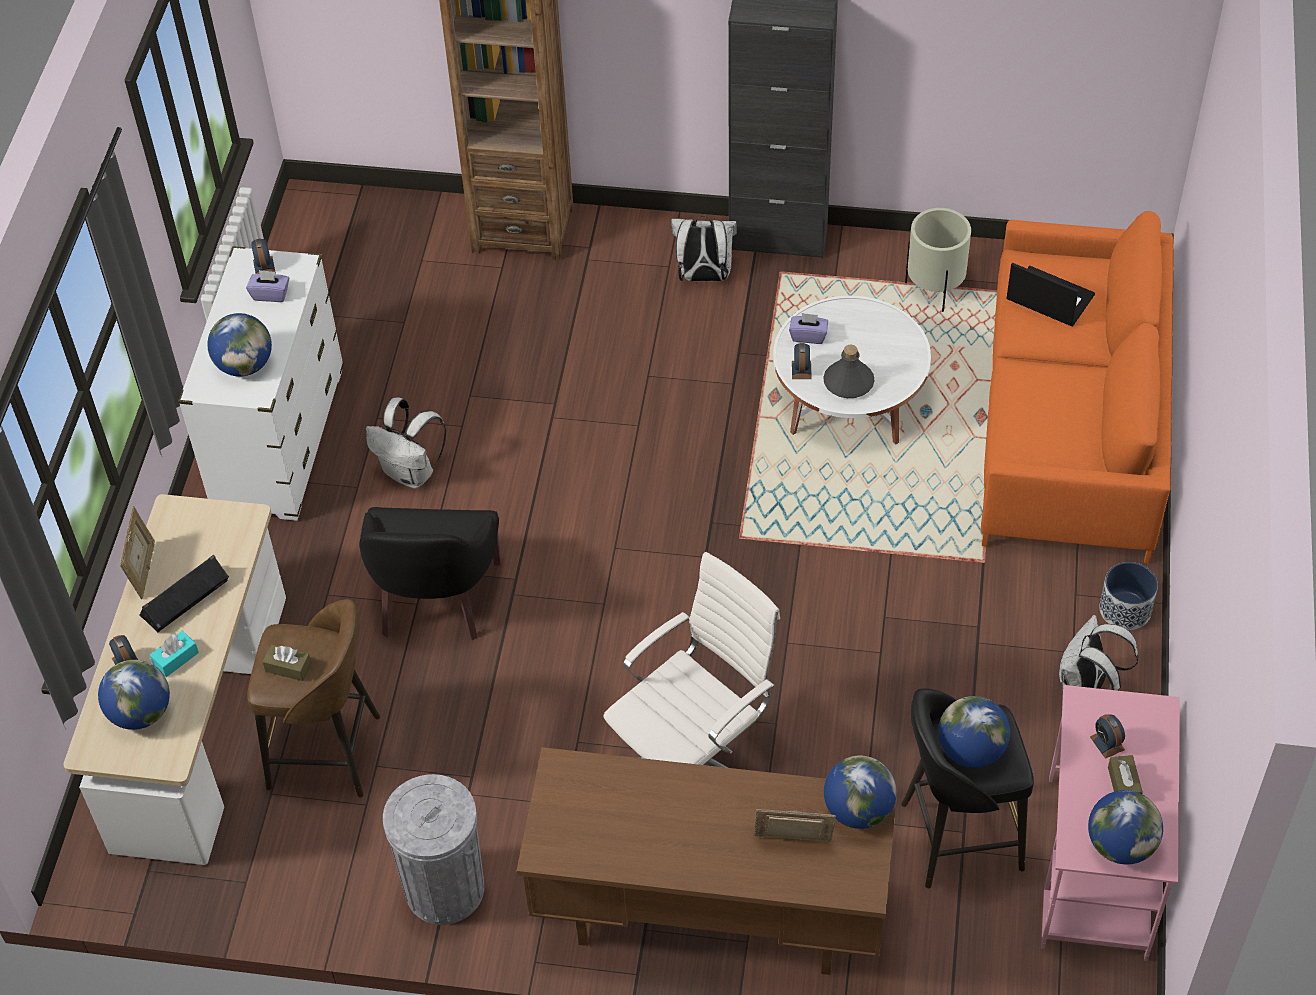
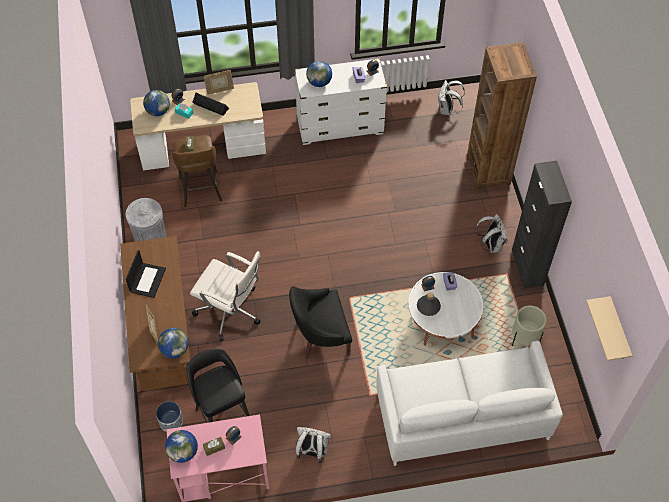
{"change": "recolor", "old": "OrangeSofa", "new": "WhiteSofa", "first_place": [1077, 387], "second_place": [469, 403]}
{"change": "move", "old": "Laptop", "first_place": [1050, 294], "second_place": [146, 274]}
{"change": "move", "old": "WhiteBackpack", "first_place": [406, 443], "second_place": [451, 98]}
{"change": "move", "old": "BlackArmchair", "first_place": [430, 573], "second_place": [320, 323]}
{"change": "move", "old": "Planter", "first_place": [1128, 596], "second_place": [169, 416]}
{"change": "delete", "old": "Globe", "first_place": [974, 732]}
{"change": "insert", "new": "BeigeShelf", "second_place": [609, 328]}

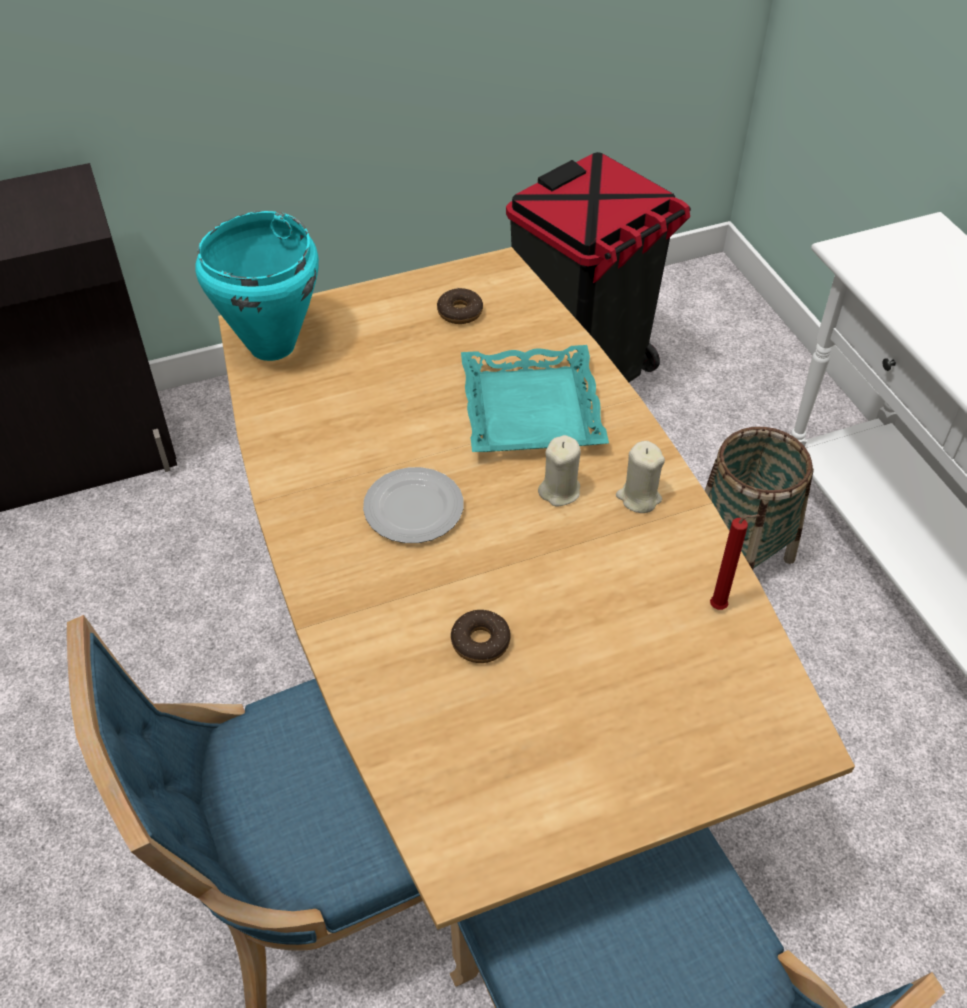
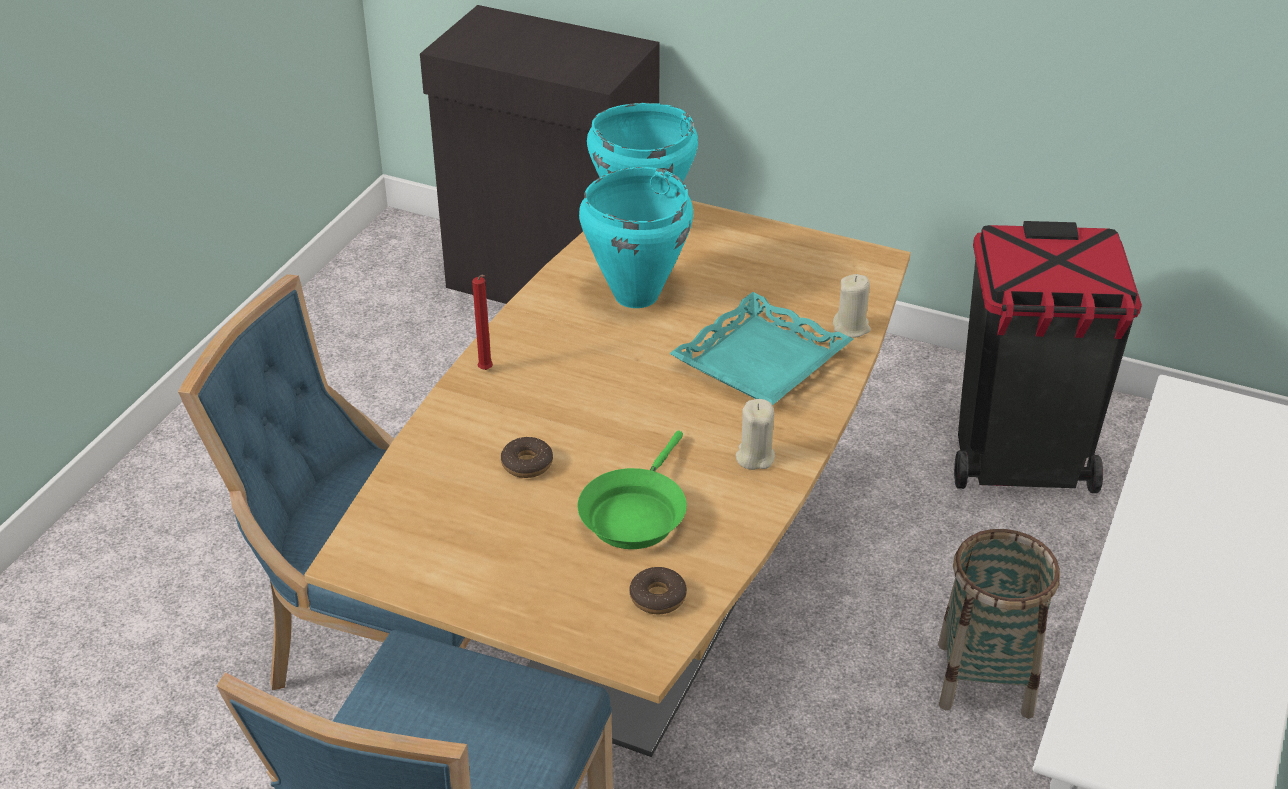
{"change": "move", "old": "Donut", "first_place": [460, 306], "second_place": [658, 590]}
{"change": "move", "old": "BeigeCandle", "first_place": [559, 470], "second_place": [852, 306]}
{"change": "delete", "old": "Plate", "first_place": [413, 505]}
{"change": "move", "old": "RedCandle", "first_place": [735, 562], "second_place": [482, 322]}
{"change": "insert", "new": "TurquoiseCookingPot", "second_place": [636, 237]}
{"change": "insert", "new": "GreenFryingPan", "second_place": [632, 490]}

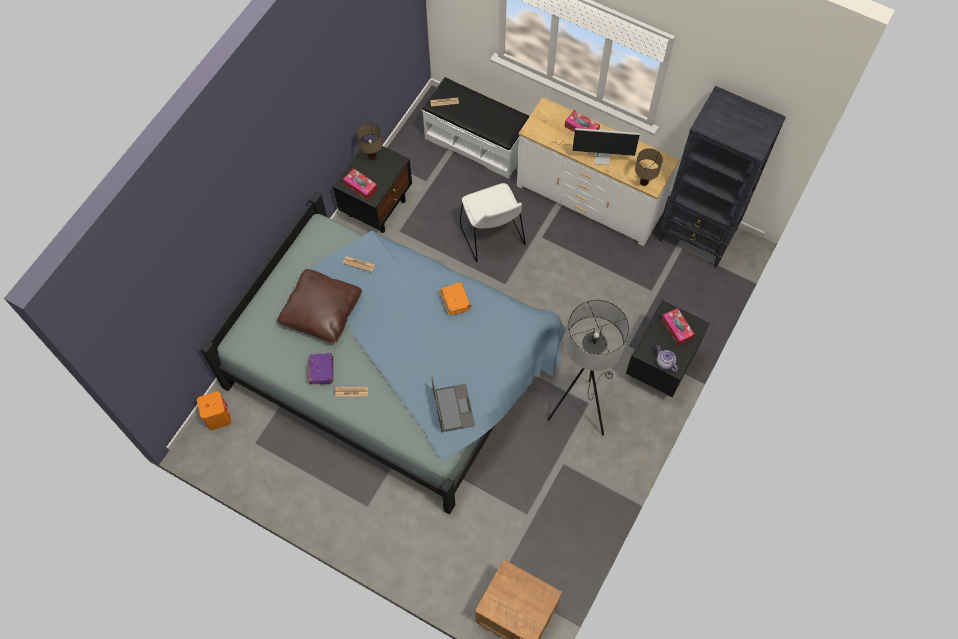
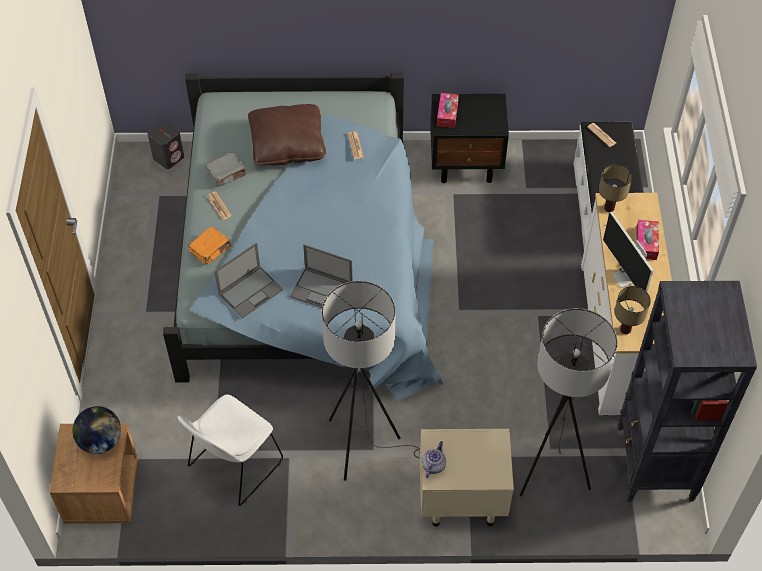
{"change": "move", "old": "TableLamp", "first_place": [369, 142], "second_place": [615, 188]}
{"change": "move", "old": "WhiteChair", "first_place": [493, 222], "second_place": [230, 450]}
{"change": "move", "old": "OrangeBook", "first_place": [455, 299], "second_place": [209, 245]}
{"change": "recolor", "old": "BlackNightstand", "new": "BeigeNightstand", "first_place": [668, 348], "second_place": [467, 477]}
{"change": "delete", "old": "TissueBox", "first_place": [677, 327]}
{"change": "recolor", "old": "PurpleBook", "new": "GreyBook", "first_place": [320, 369], "second_place": [225, 170]}
{"change": "recolor", "old": "OrangeSpeaker", "new": "GreySpeaker", "first_place": [214, 410], "second_place": [165, 145]}
{"change": "insert", "new": "Laptop", "second_place": [321, 276]}
{"change": "insert", "new": "GreyFloorLamp", "second_place": [569, 402]}
{"change": "insert", "new": "Globe", "second_place": [96, 430]}

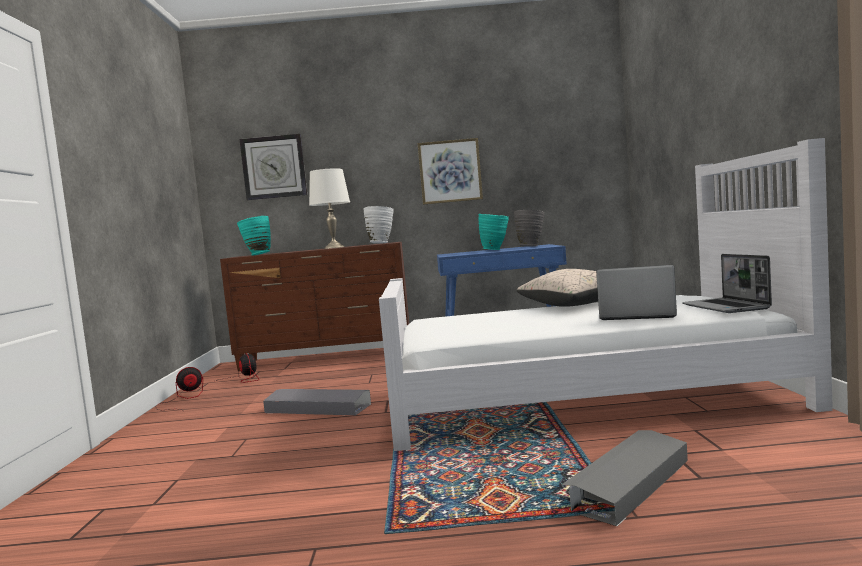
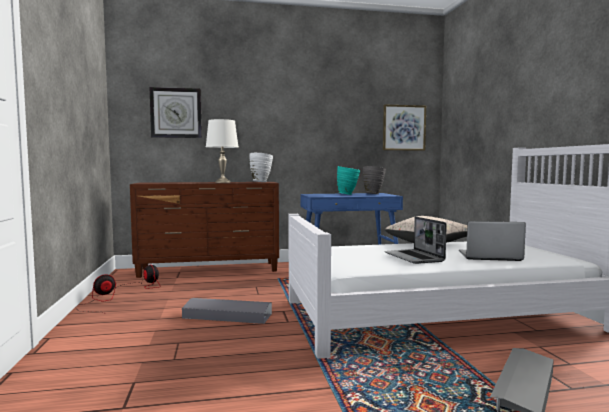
{"change": "move", "old": "Picture", "first_place": [450, 171], "second_place": [404, 127]}
{"change": "delete", "old": "TurquoiseVase", "first_place": [254, 235]}
{"change": "move", "old": "Laptop", "first_place": [727, 283], "second_place": [415, 240]}

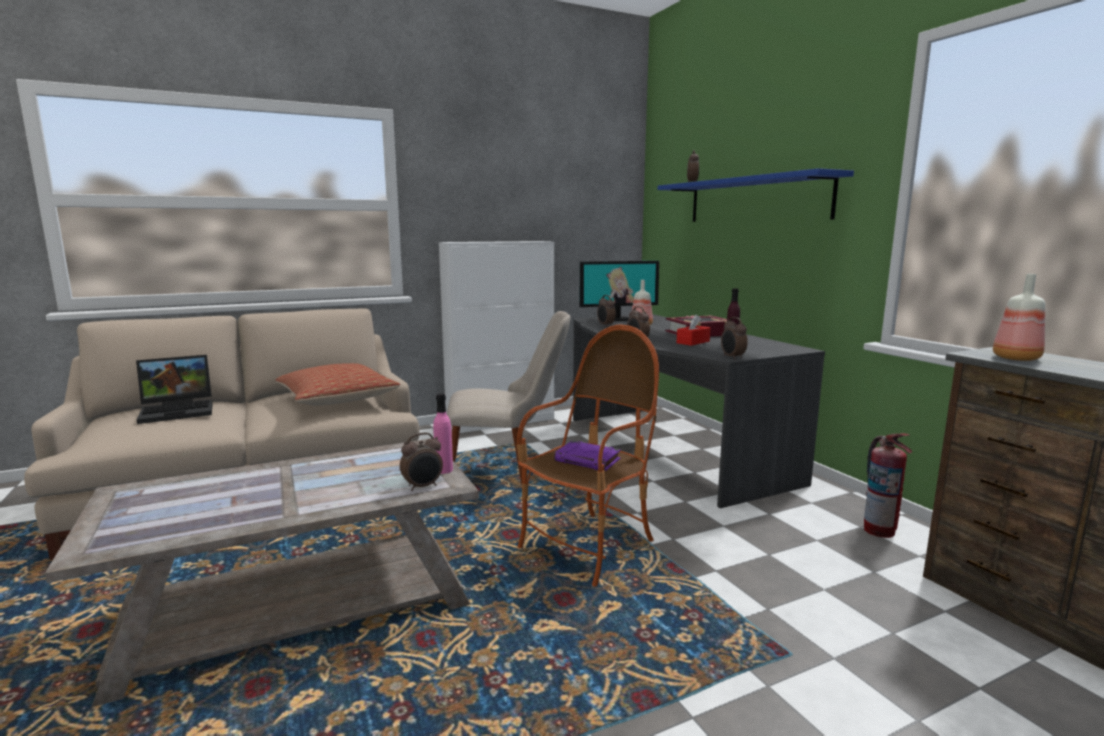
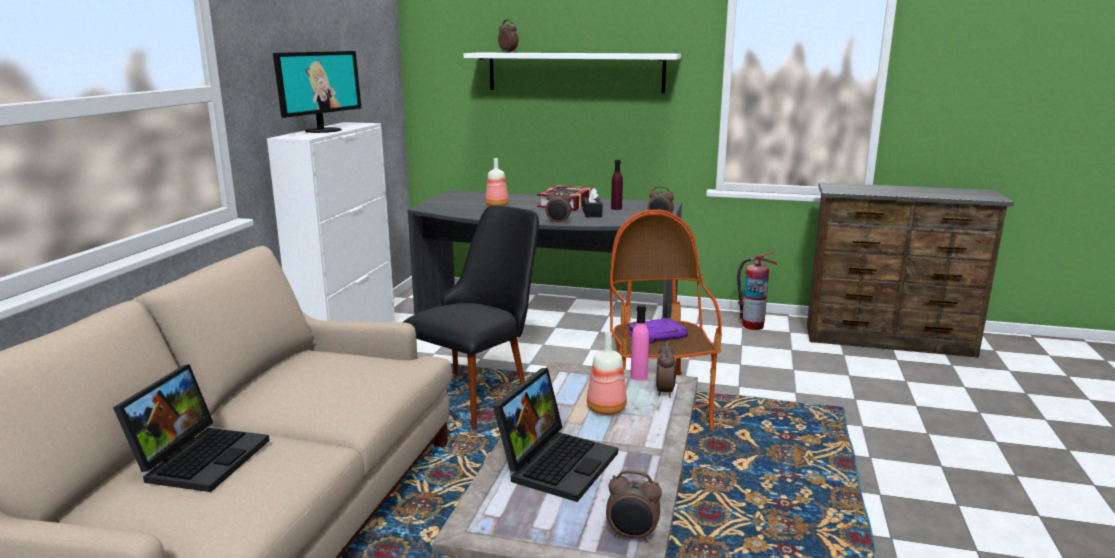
{"change": "recolor", "old": "BlueShelf", "new": "WhiteShelf", "first_place": [756, 195], "second_place": [572, 73]}
{"change": "move", "old": "Monitor", "first_place": [619, 291], "second_place": [317, 92]}
{"change": "move", "old": "Bottle", "first_place": [1019, 317], "second_place": [607, 373]}
{"change": "move", "old": "AlarmClock", "first_place": [606, 311], "second_place": [634, 506]}
{"change": "recolor", "old": "BeigeChair", "new": "BlackChair", "first_place": [509, 398], "second_place": [471, 317]}
{"change": "recolor", "old": "RedTissueBox", "new": "BlackTissueBox", "first_place": [694, 330], "second_place": [593, 202]}
{"change": "delete", "old": "Pillow", "first_place": [337, 384]}
{"change": "insert", "new": "Laptop", "second_place": [555, 435]}

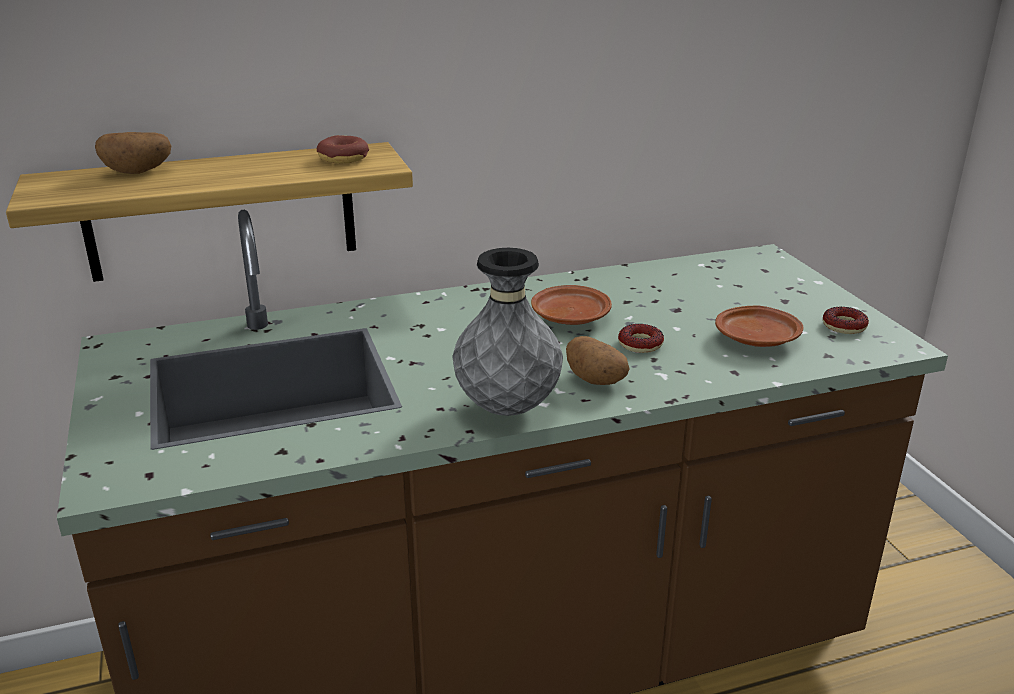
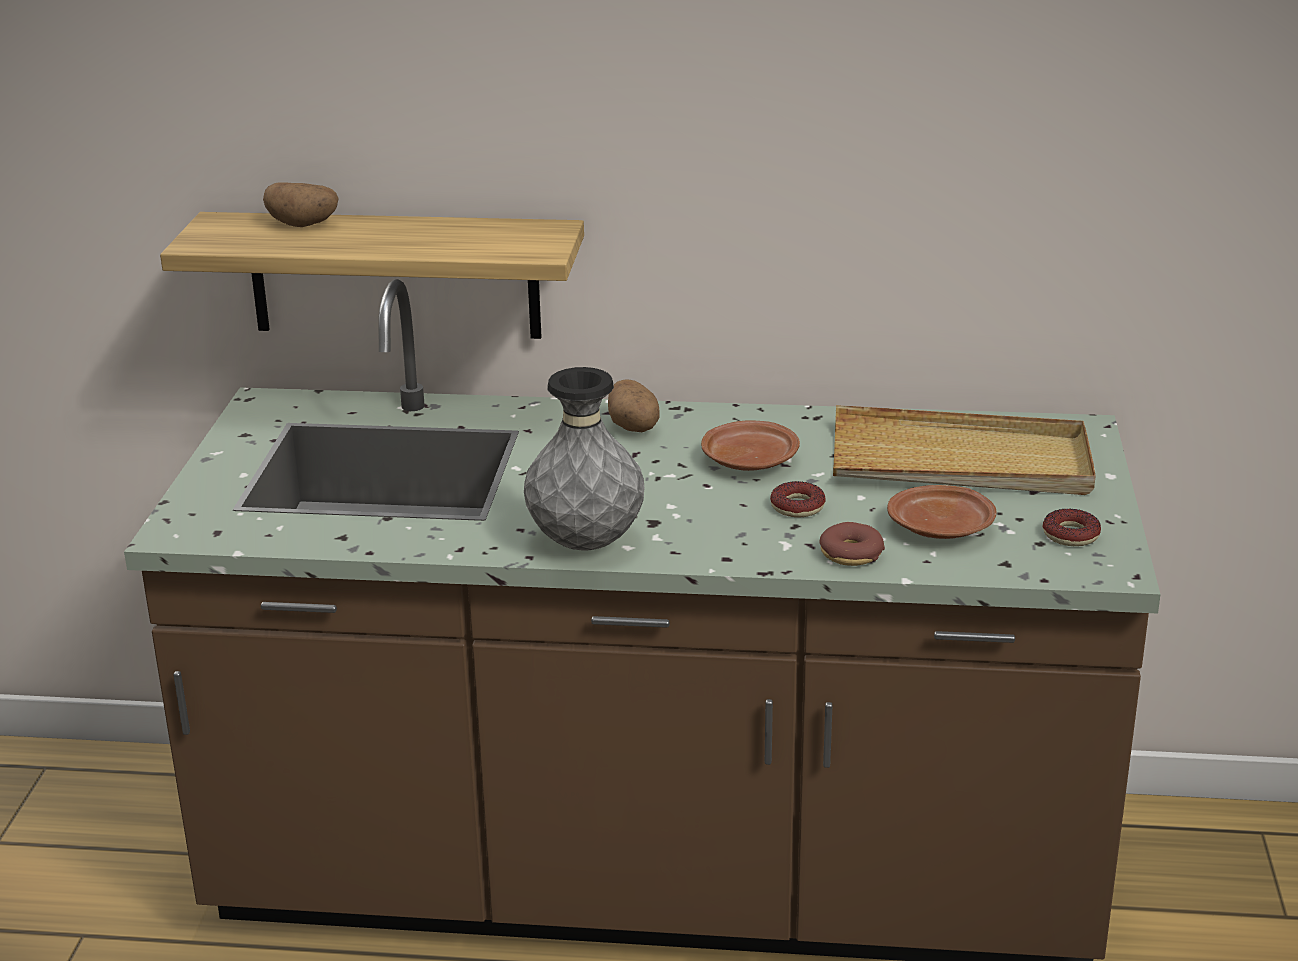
{"change": "move", "old": "Donut", "first_place": [343, 149], "second_place": [852, 544]}
{"change": "move", "old": "Potato", "first_place": [598, 360], "second_place": [633, 406]}
{"change": "insert", "new": "BeigeTray", "second_place": [964, 450]}

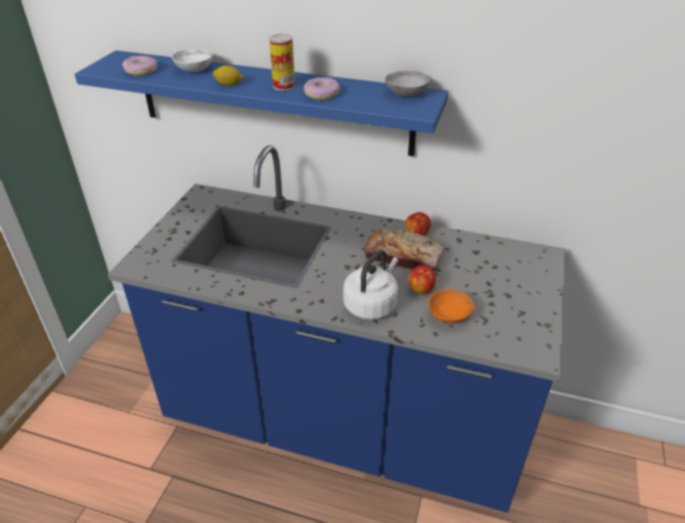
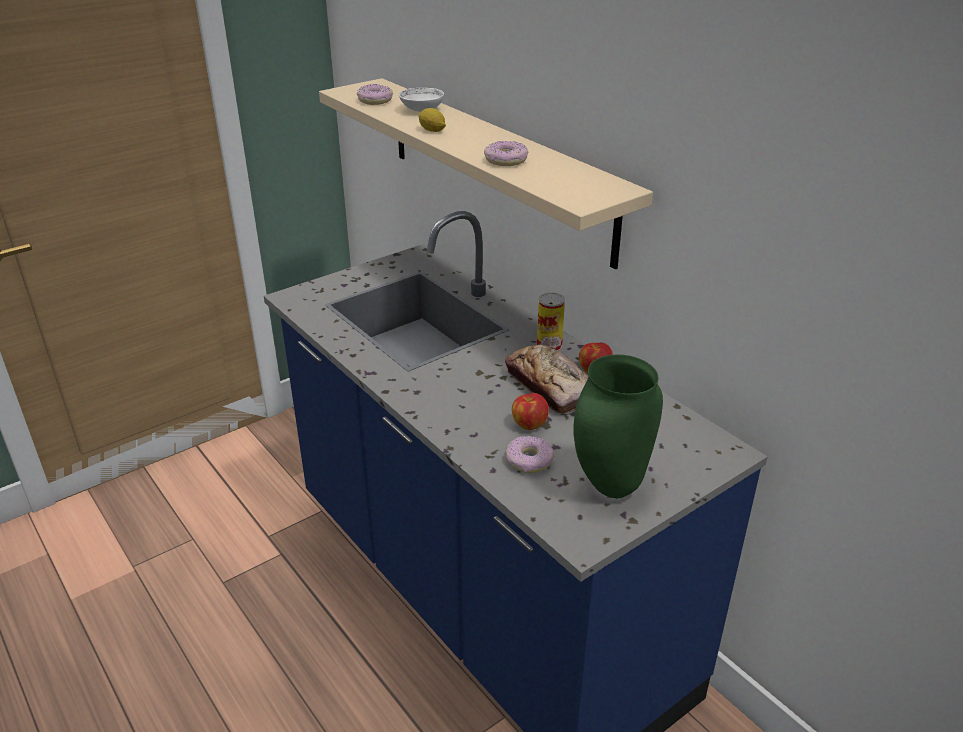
{"change": "move", "old": "Can", "first_place": [282, 62], "second_place": [551, 322]}
{"change": "recolor", "old": "BlueShelf", "new": "BeigeShelf", "first_place": [261, 103], "second_place": [486, 174]}
{"change": "delete", "old": "GreyBowl", "first_place": [407, 83]}
{"change": "delete", "old": "WhiteKettle", "first_place": [371, 285]}
{"change": "replace", "old": "OrangeBowl", "new": "Donut", "first_place": [451, 306], "second_place": [529, 454]}
{"change": "insert", "new": "GreenVase", "second_place": [618, 426]}

